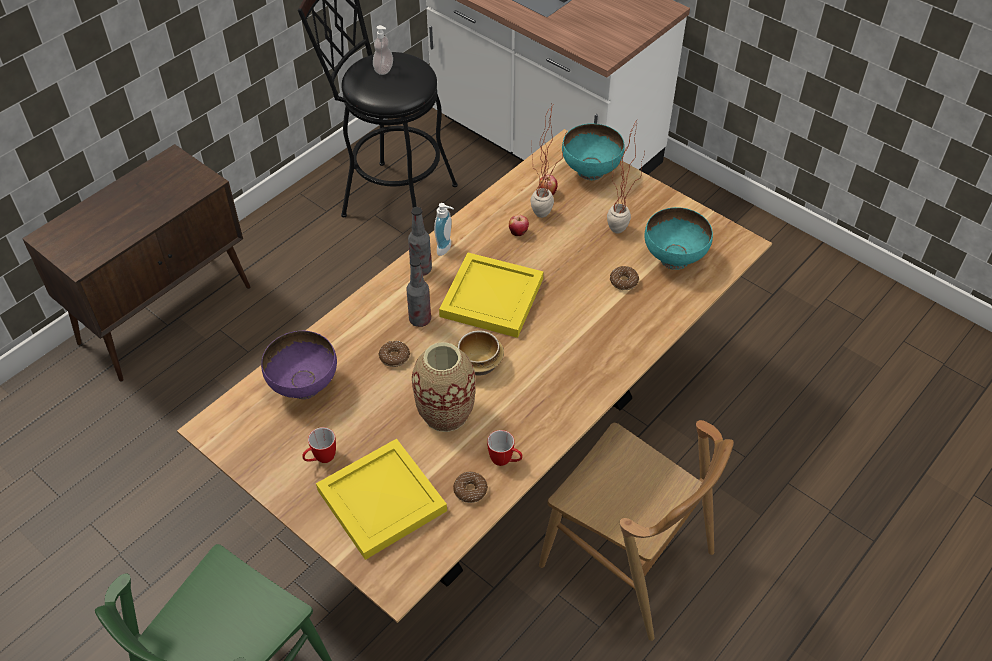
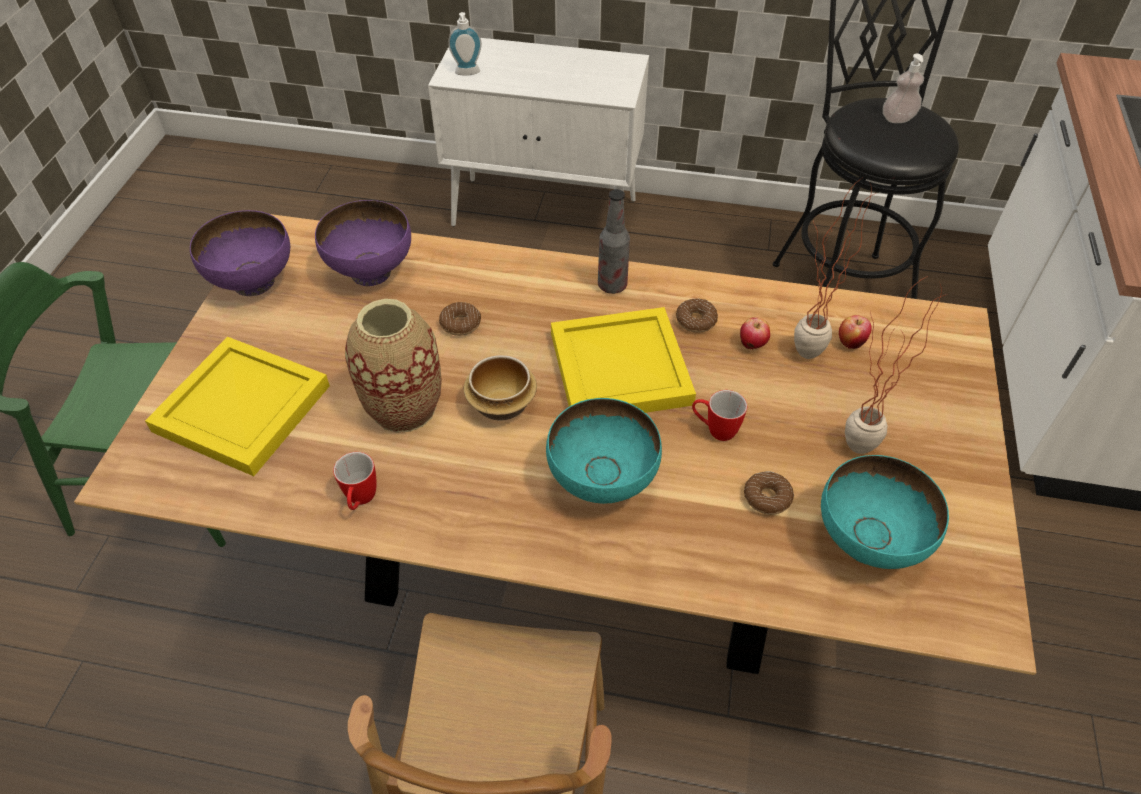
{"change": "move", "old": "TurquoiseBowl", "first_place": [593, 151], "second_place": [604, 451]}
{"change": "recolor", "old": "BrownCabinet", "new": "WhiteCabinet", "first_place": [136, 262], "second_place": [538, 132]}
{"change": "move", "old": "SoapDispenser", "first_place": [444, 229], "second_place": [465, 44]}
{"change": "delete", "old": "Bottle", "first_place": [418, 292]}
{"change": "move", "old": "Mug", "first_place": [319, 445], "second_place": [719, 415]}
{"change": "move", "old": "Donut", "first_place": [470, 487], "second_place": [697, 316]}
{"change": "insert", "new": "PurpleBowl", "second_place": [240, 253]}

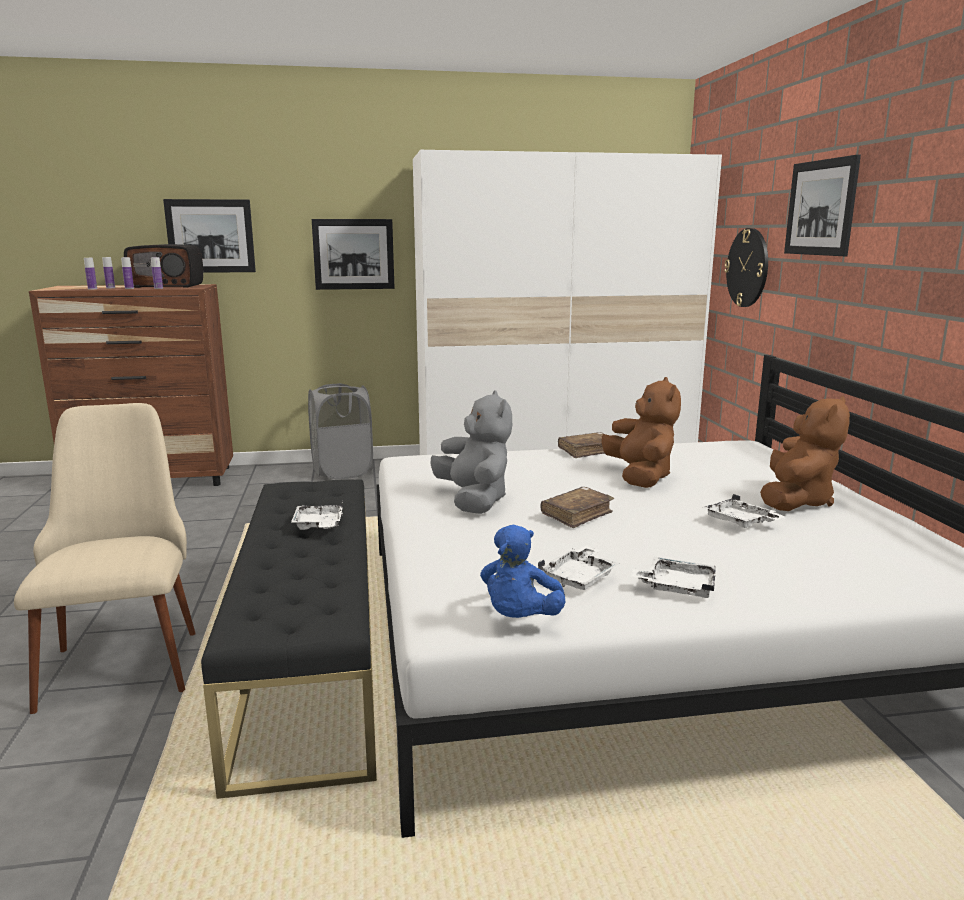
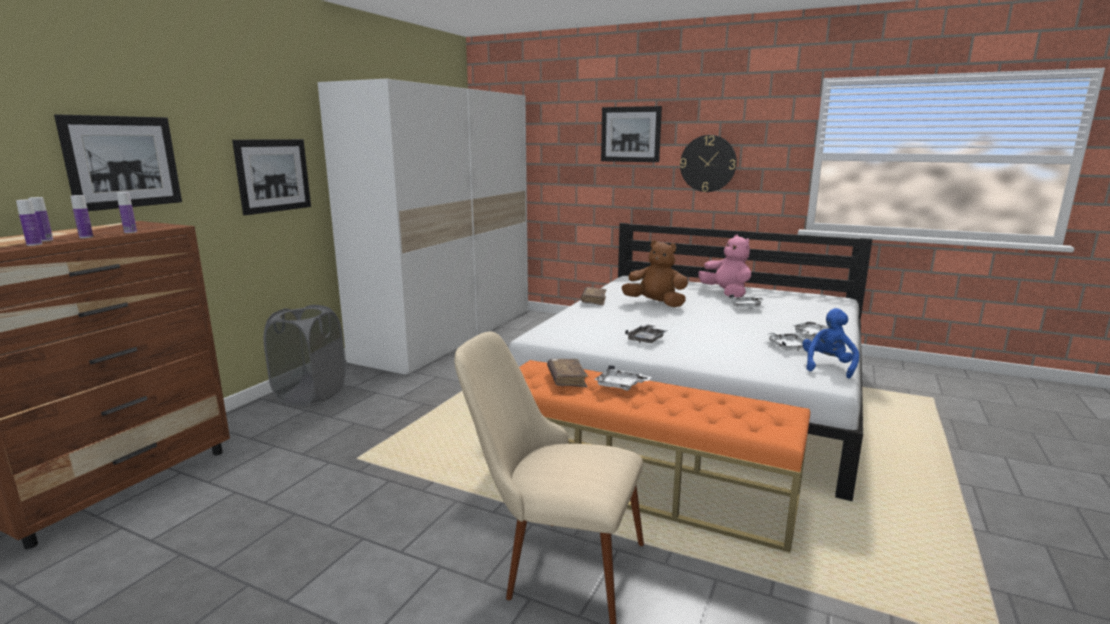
{"change": "move", "old": "WallClock", "first_place": [746, 267], "second_place": [708, 163]}
{"change": "delete", "old": "Radio", "first_place": [163, 266]}
{"change": "replace", "old": "GreyPlushToy", "new": "GreyTray", "first_place": [471, 452], "second_place": [646, 333]}
{"change": "recolor", "old": "BrownPlushToy", "new": "PinkPlushToy", "first_place": [805, 453], "second_place": [724, 265]}
{"change": "recolor", "old": "BlackBench", "new": "OrangeBench", "first_place": [289, 639], "second_place": [664, 456]}
{"change": "move", "old": "BrownBook", "first_place": [577, 507], "second_place": [567, 373]}
{"change": "rotate", "old": "BluePlushToy", "first_place": [522, 571], "second_place": [830, 343], "degrees": -120}

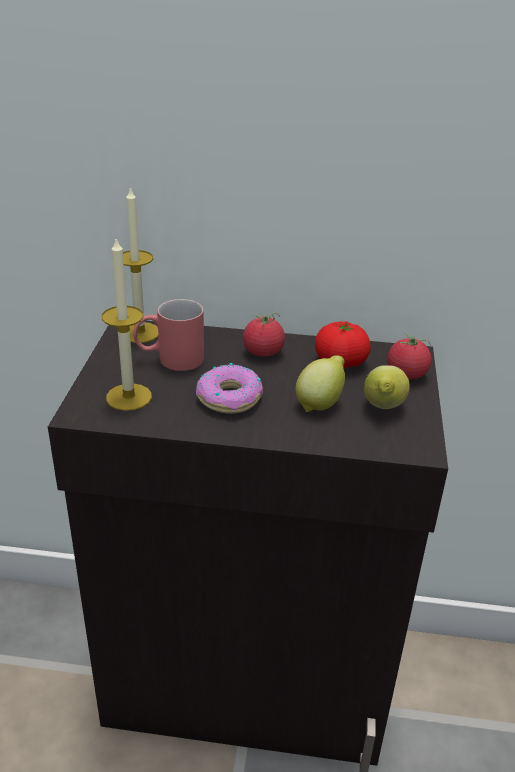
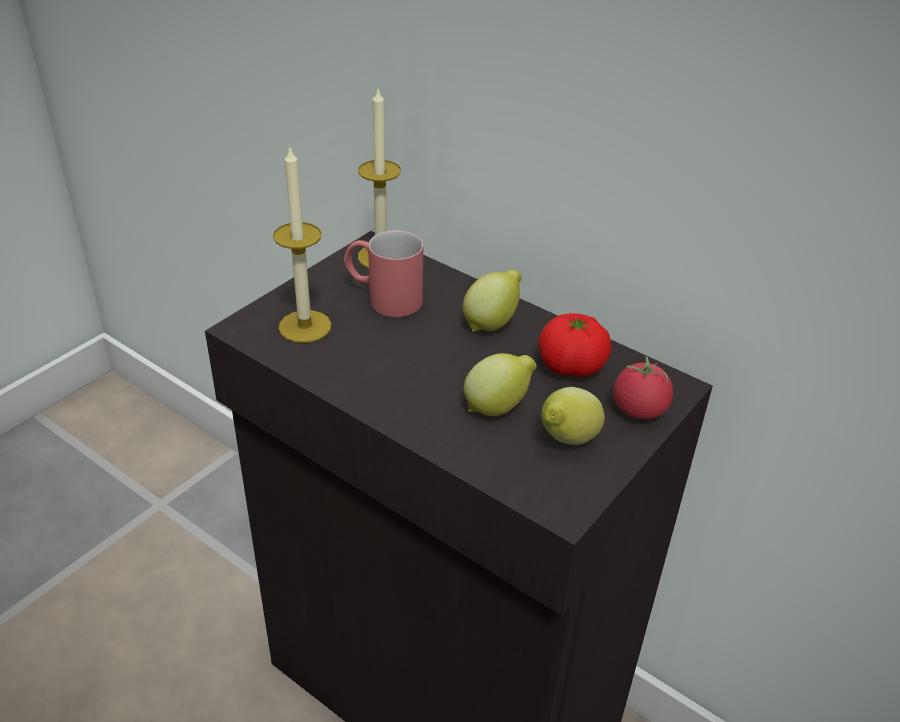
{"change": "replace", "old": "Tomato", "new": "Lemon", "first_place": [264, 335], "second_place": [492, 301]}
{"change": "delete", "old": "Donut", "first_place": [229, 388]}

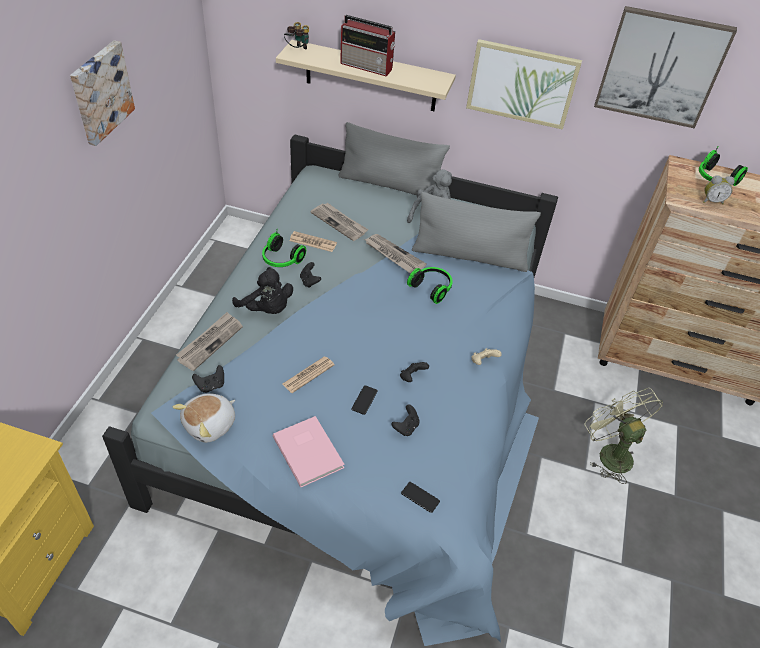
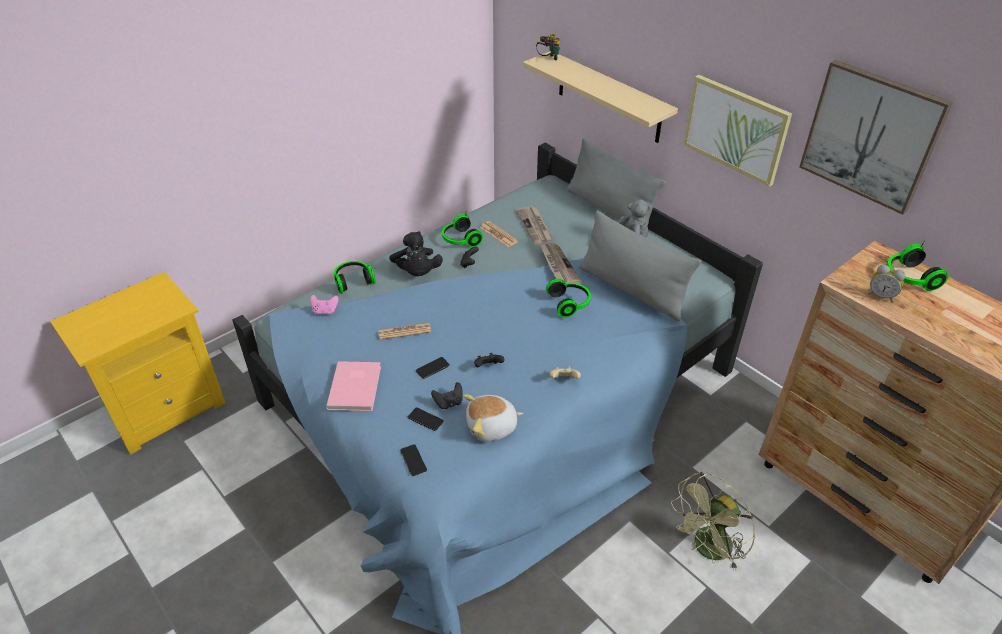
{"change": "delete", "old": "Radio", "first_place": [368, 45]}
{"change": "delete", "old": "Picture", "first_place": [102, 93]}
{"change": "replace", "old": "Newspaper", "new": "Headphones", "first_place": [209, 341], "second_place": [354, 277]}
{"change": "recolor", "old": "BlackGameController", "new": "PinkGameController", "first_place": [208, 379], "second_place": [324, 304]}
{"change": "rotate", "old": "GreenFan", "first_place": [624, 436], "second_place": [713, 521], "degrees": -135}
{"change": "move", "old": "PlushToy", "first_place": [204, 418], "second_place": [493, 418]}
{"change": "insert", "new": "Phone", "second_place": [426, 419]}

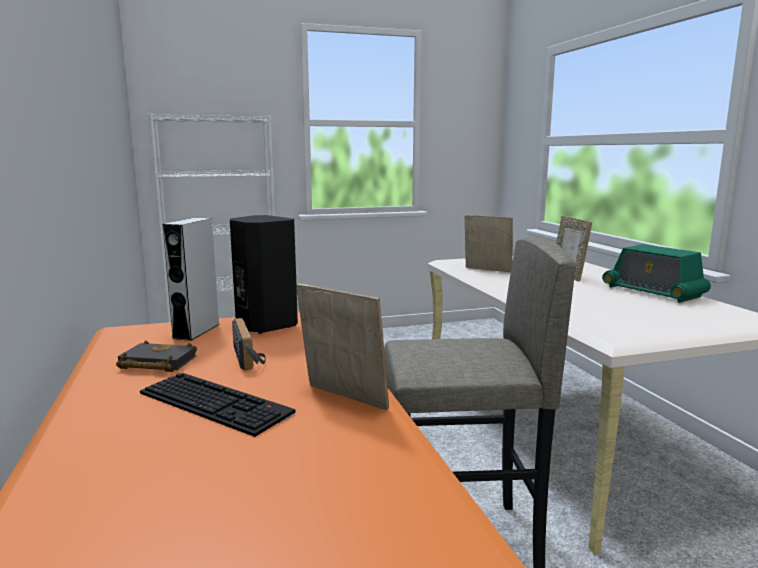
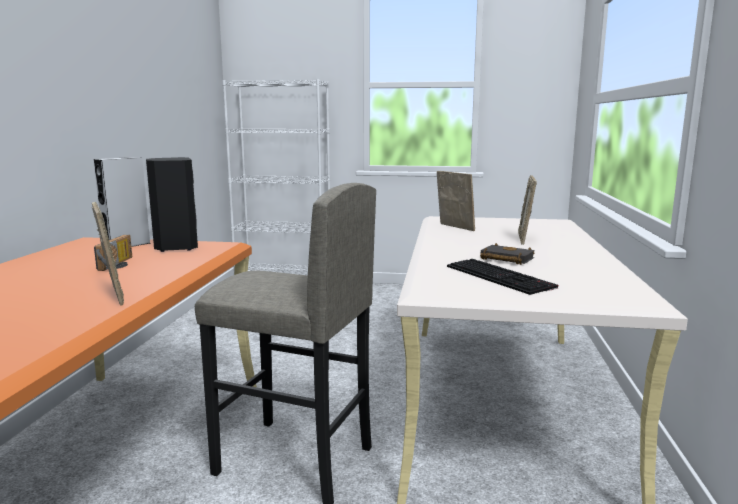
{"change": "delete", "old": "Radio", "first_place": [656, 273]}
{"change": "move", "old": "BlackBook", "first_place": [156, 356], "second_place": [507, 254]}
{"change": "move", "old": "Keyboard", "first_place": [218, 405], "second_place": [502, 277]}

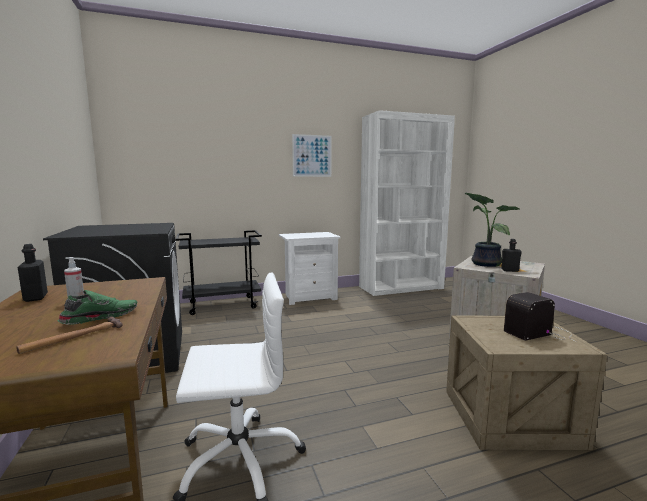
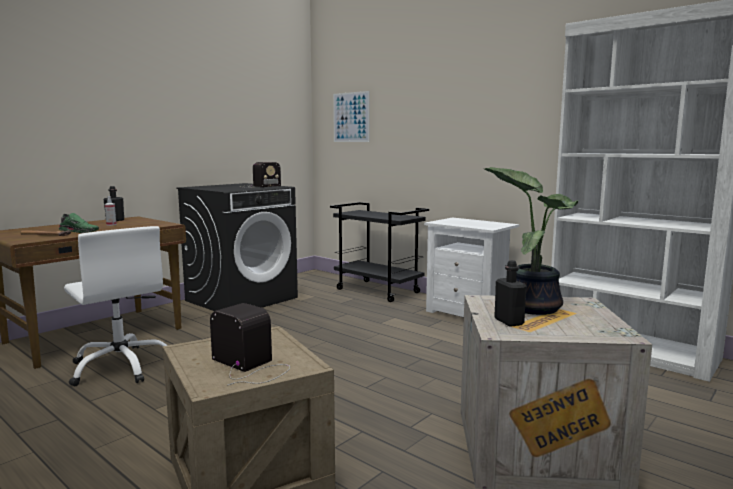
{"change": "move", "old": "Picture", "first_place": [312, 155], "second_place": [351, 116]}
{"change": "insert", "new": "Radio", "second_place": [260, 175]}

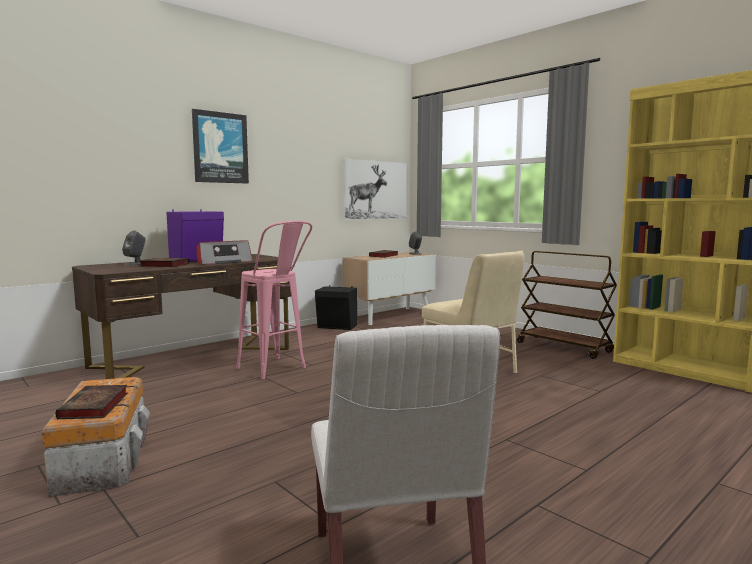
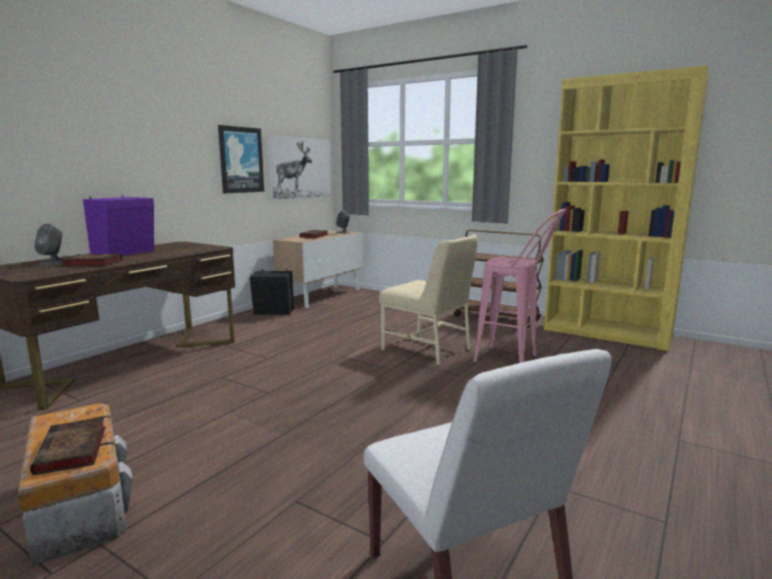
{"change": "move", "old": "Picture", "first_place": [220, 146], "second_place": [241, 159]}
{"change": "move", "old": "PinkStool", "first_place": [274, 300], "second_place": [520, 285]}
{"change": "delete", "old": "Radio", "first_place": [224, 252]}

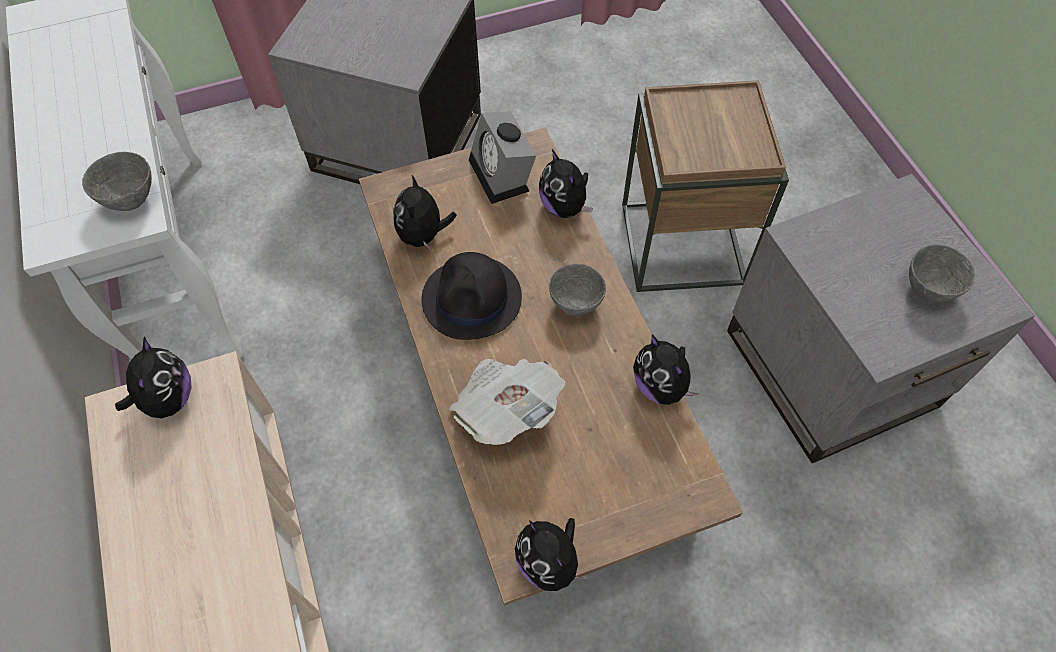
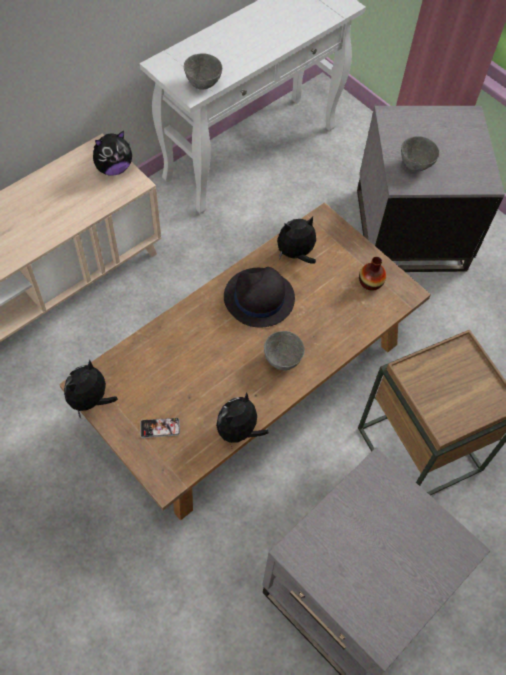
{"change": "replace", "old": "AlarmClock", "new": "Vase", "first_place": [502, 158], "second_place": [372, 274]}
{"change": "delete", "old": "PlushToy", "first_place": [566, 183]}
{"change": "move", "old": "GreyBowl", "first_place": [942, 273], "second_place": [420, 154]}
{"change": "delete", "old": "Newspaper", "first_place": [507, 402]}
{"change": "insert", "new": "Phone", "second_place": [160, 428]}

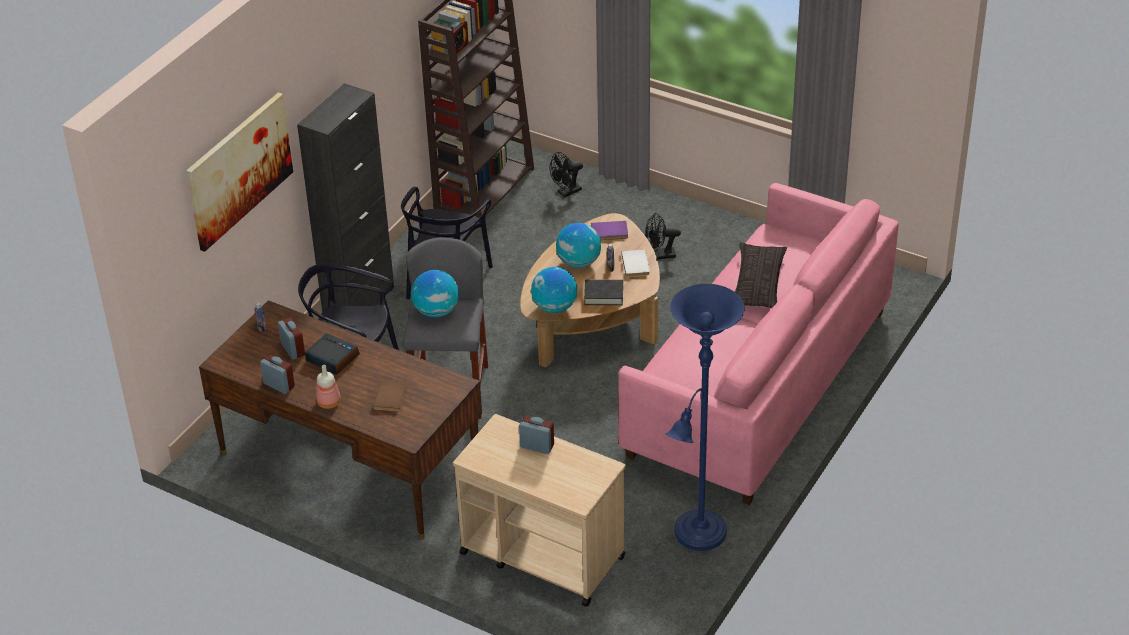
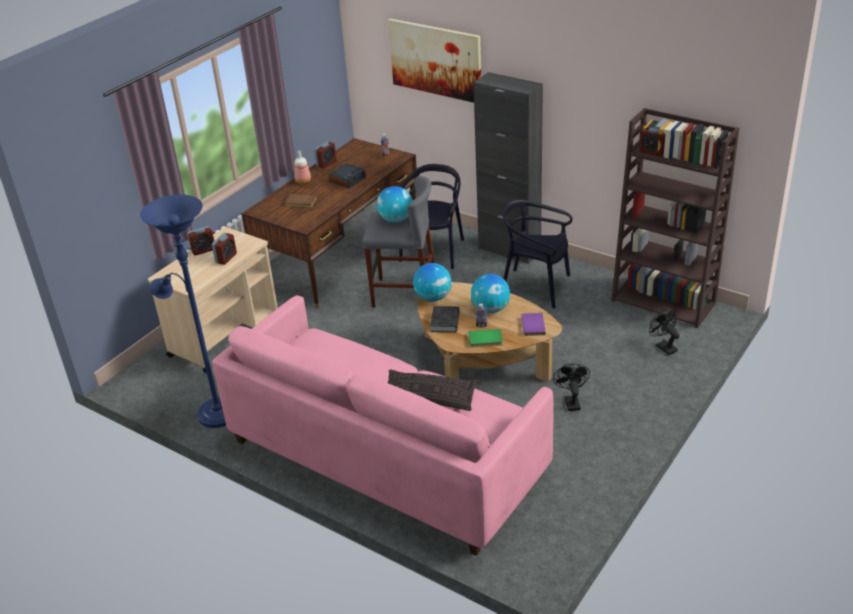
{"change": "recolor", "old": "WhiteBook", "new": "GreenBook", "first_place": [635, 263], "second_place": [486, 338]}
{"change": "move", "old": "AlarmClock", "first_place": [291, 338], "second_place": [200, 240]}

